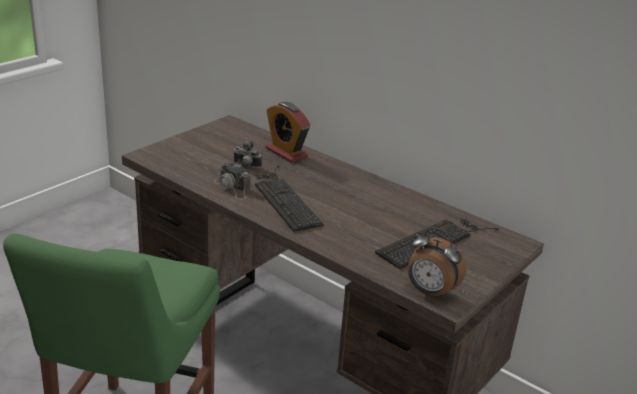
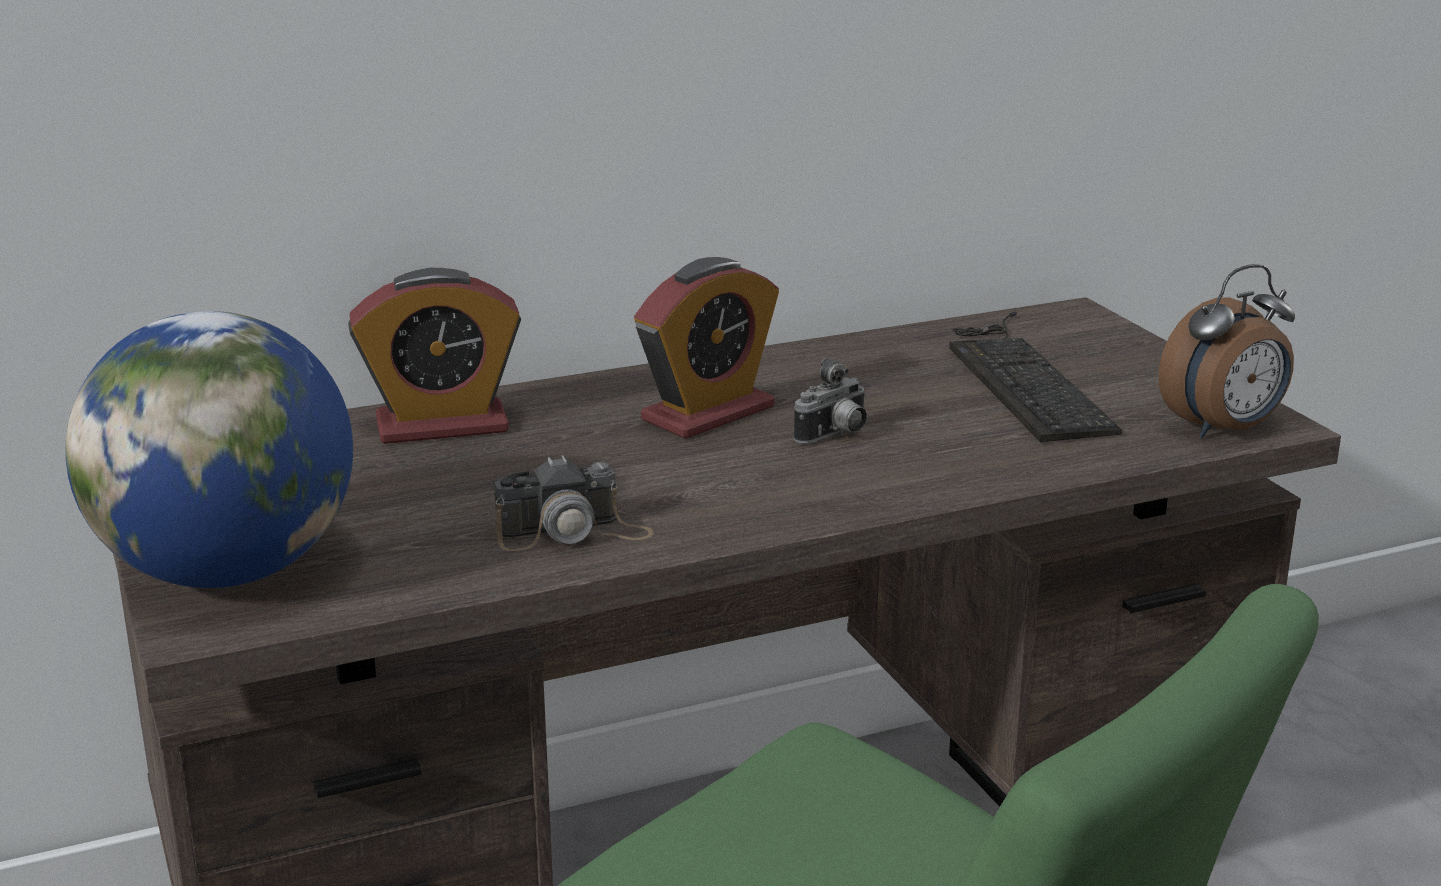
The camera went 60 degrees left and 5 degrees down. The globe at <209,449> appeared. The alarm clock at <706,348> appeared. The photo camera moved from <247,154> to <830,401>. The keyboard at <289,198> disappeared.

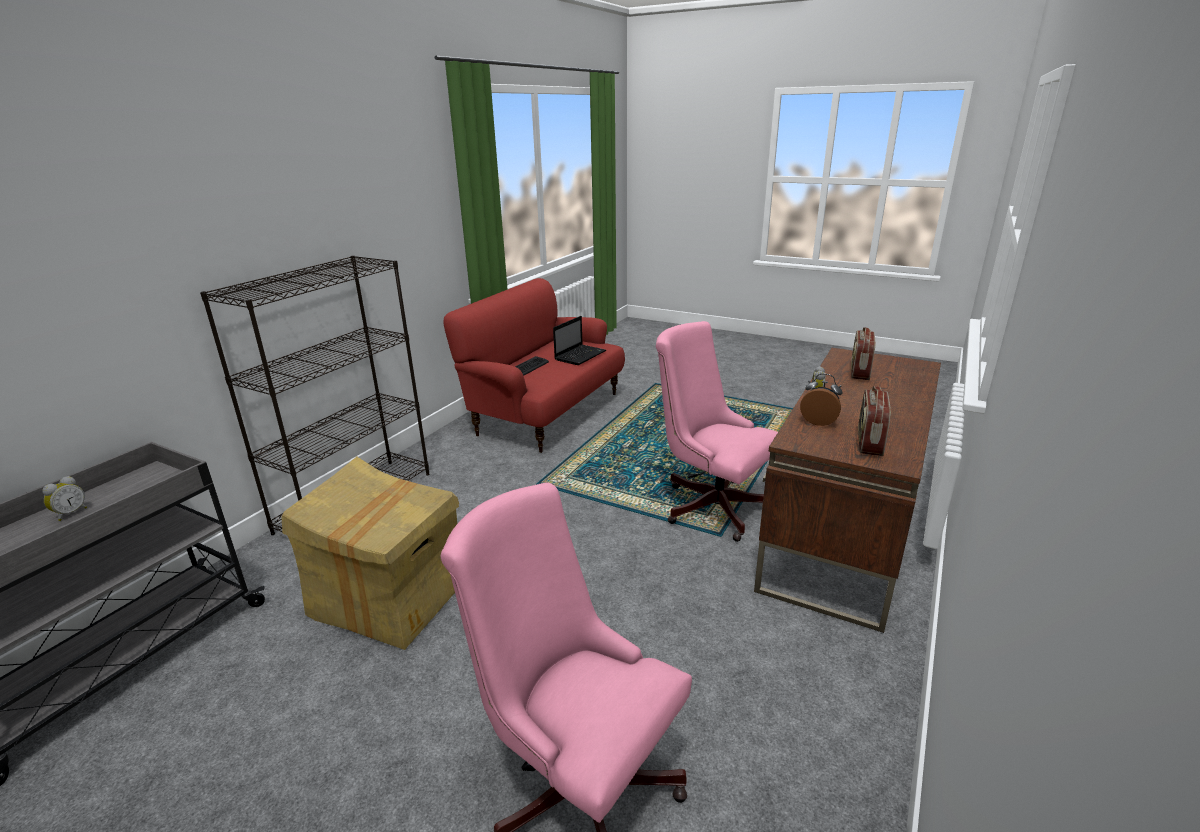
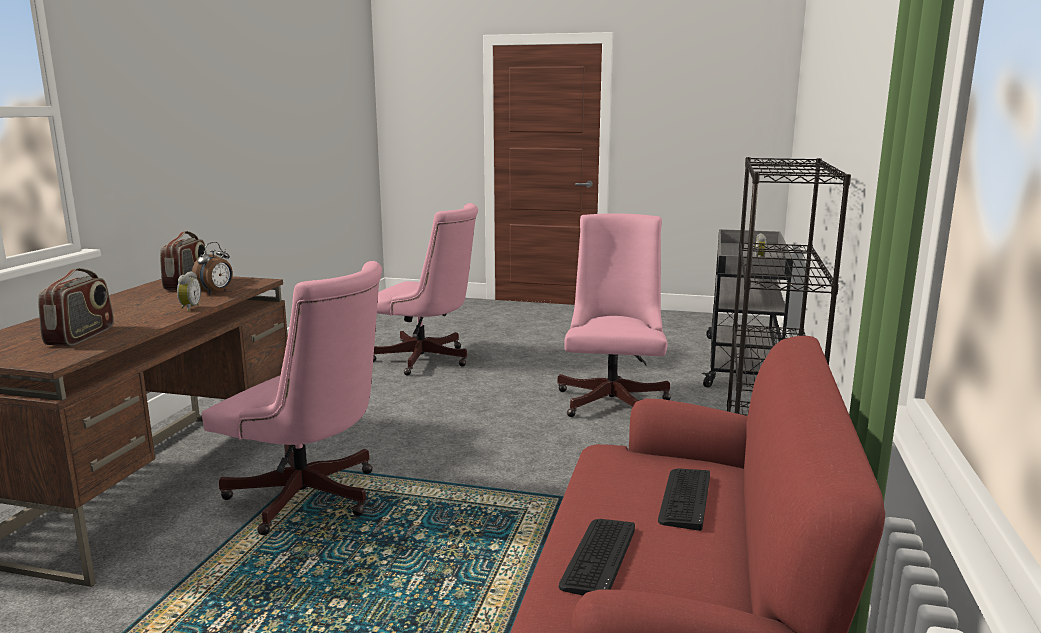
The camera went 165 degrees right and 10 degrees down. The alarm clock at <821,399> turned 75 degrees counterclockwise. The cardboard box at <370,553> was replaced by the office chair in pink at <614,315>. The laptop at <579,340> was replaced by the keyboard at <597,557>.

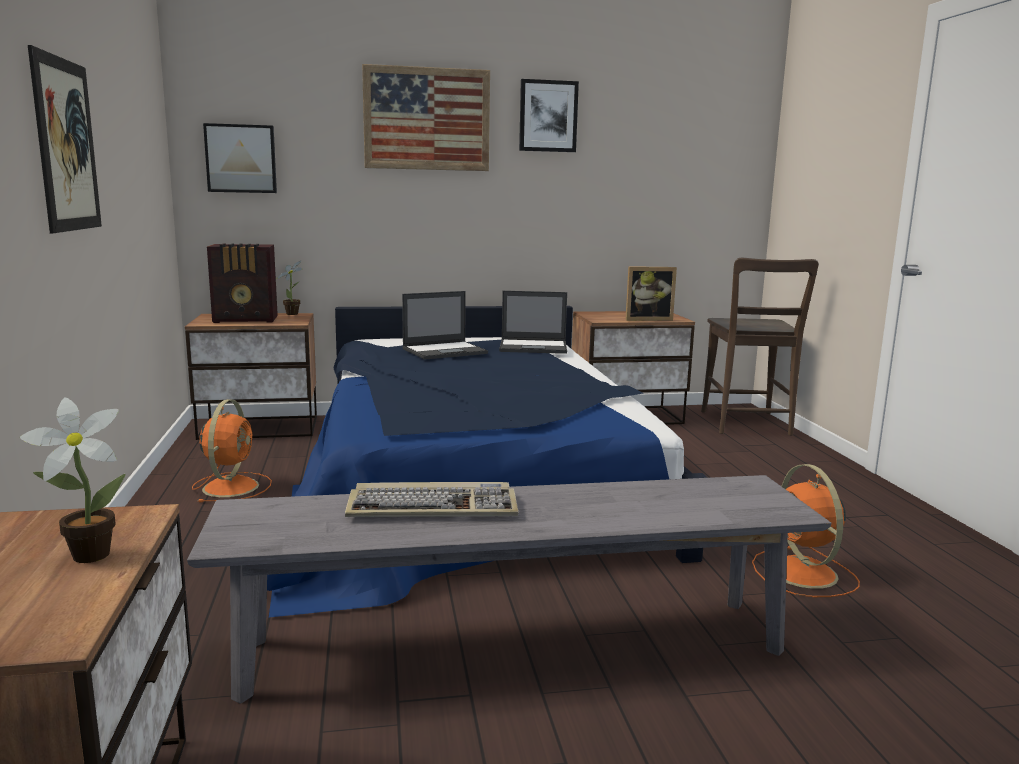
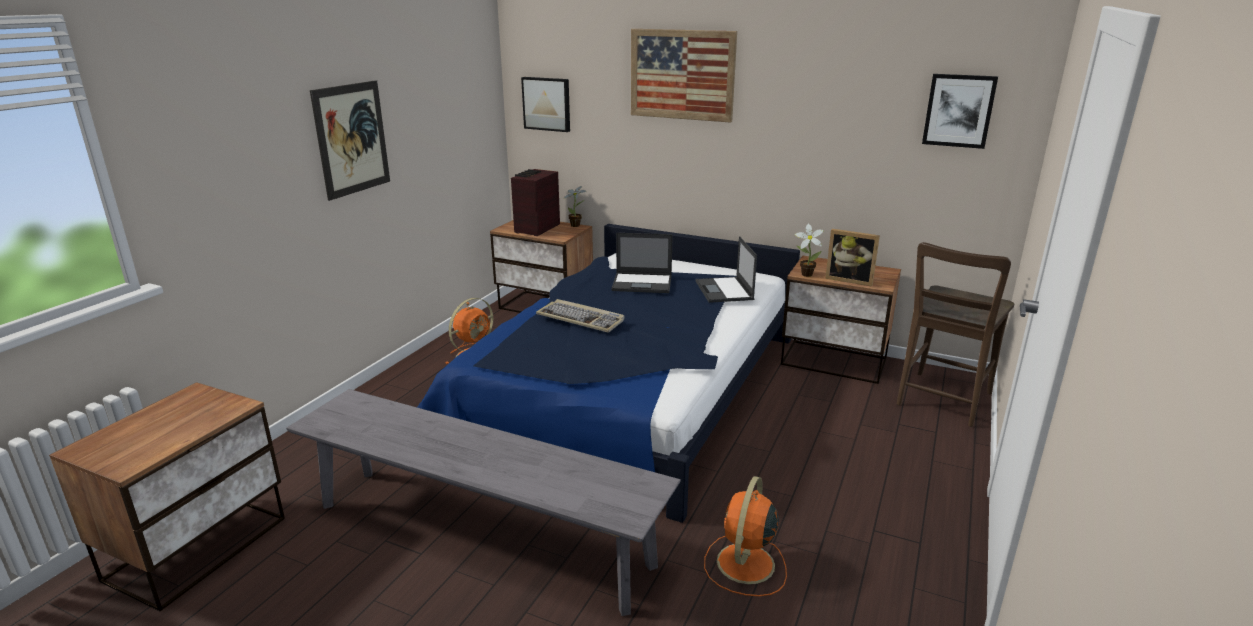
The camera went 35 degrees right and 10 degrees up. The radio at <242,283> turned 90 degrees clockwise. The keyboard moved from <432,499> to <580,316>. The laptop at <533,322> turned 45 degrees clockwise. The potted plant moved from <72,480> to <809,250>. The picture moved from <549,115> to <960,111>.

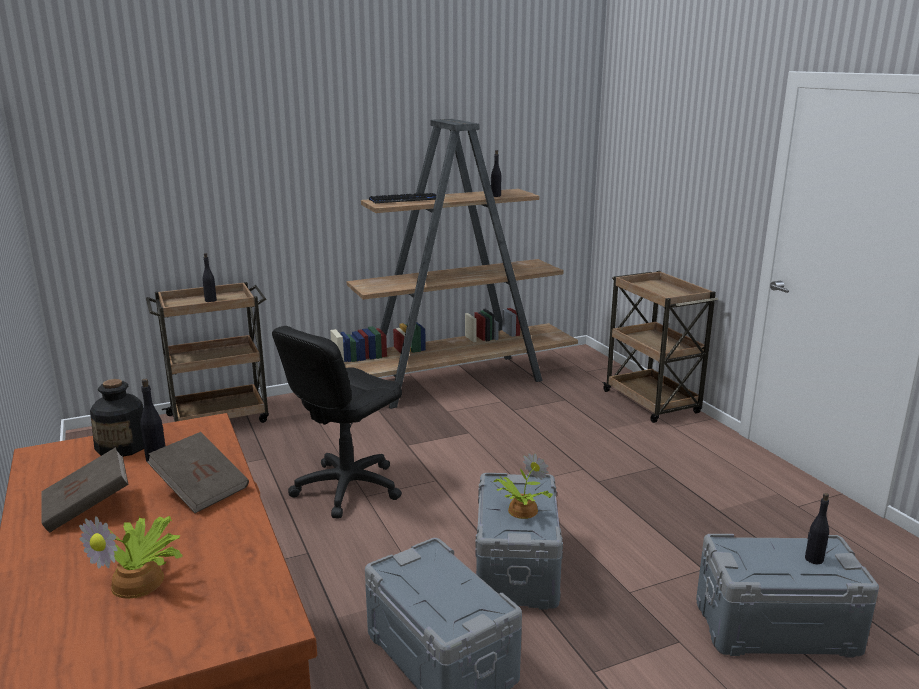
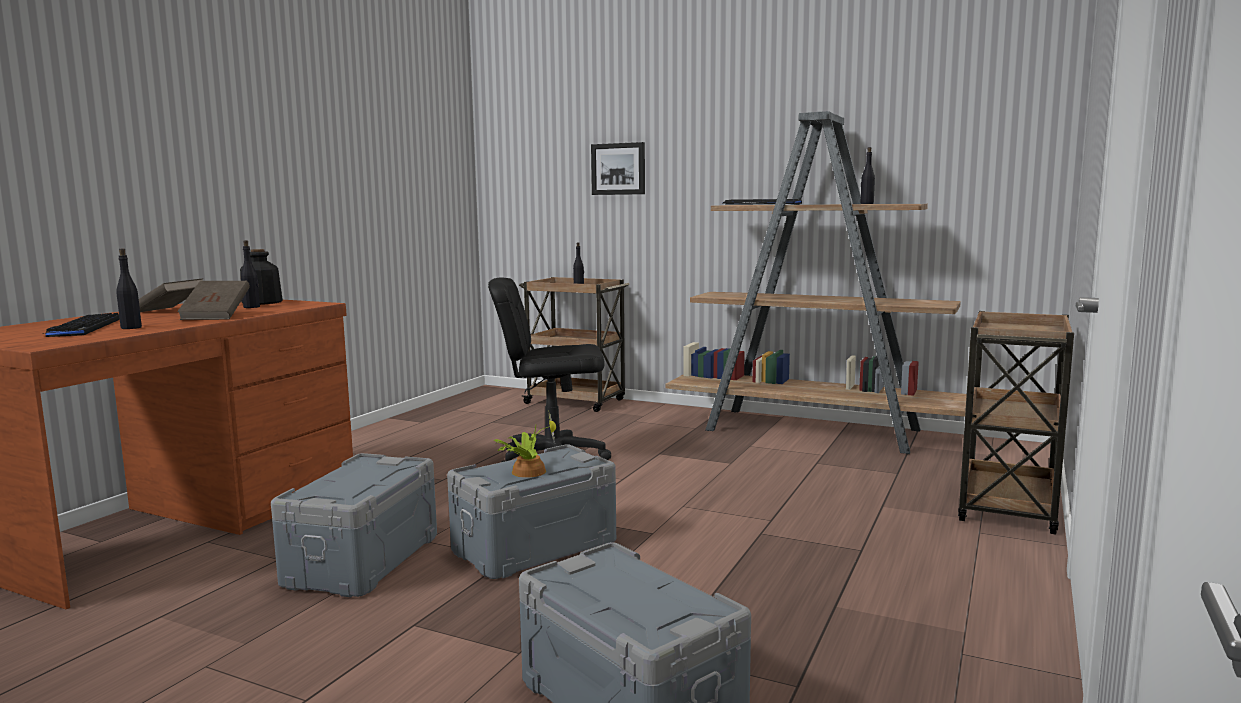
The camera went 50 degrees right and 10 degrees down. The potted plant at <131,556> was replaced by the keyboard at <81,325>. The bottle in black moved from <817,528> to <129,289>. The picture at <618,168> appeared.

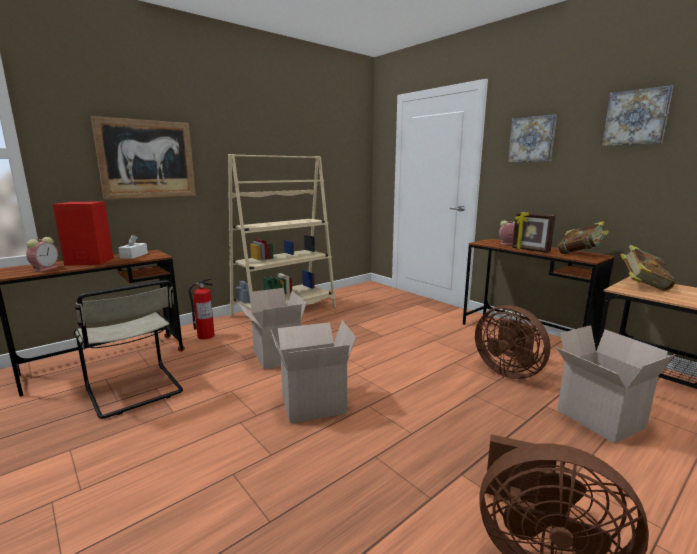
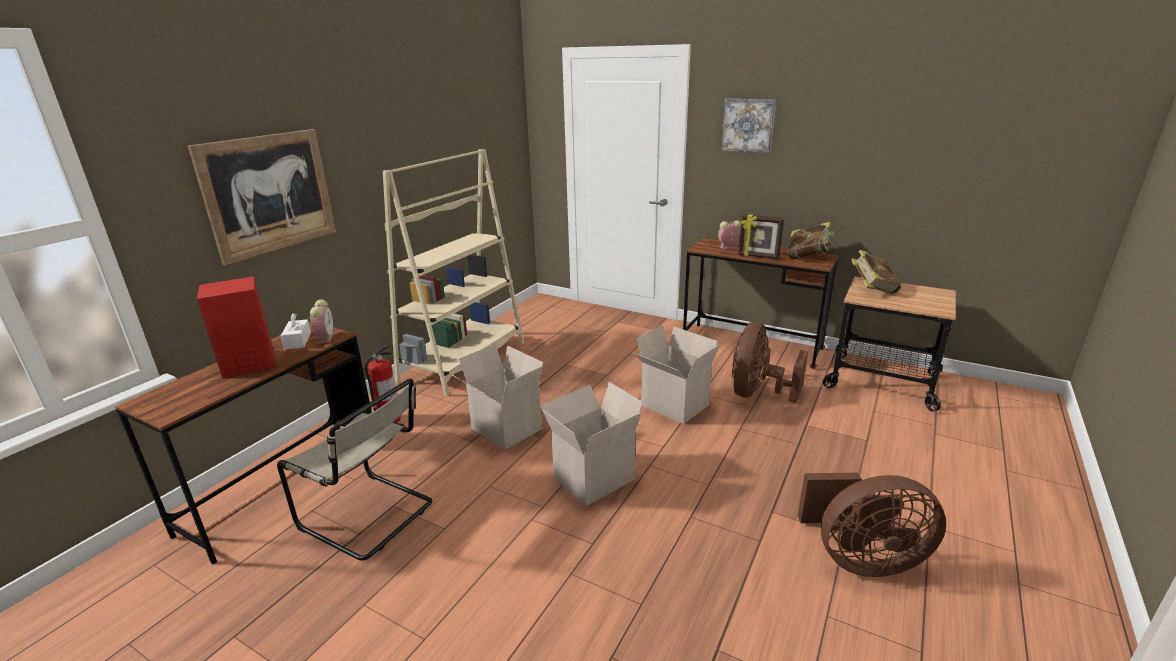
The camera went 20 degrees left and 10 degrees up. The alarm clock moved from <42,254> to <321,322>. The cardboard box moved from <615,384> to <677,374>. The fan in brown at <512,342> turned 90 degrees clockwise. The picture at <637,115> disappeared.

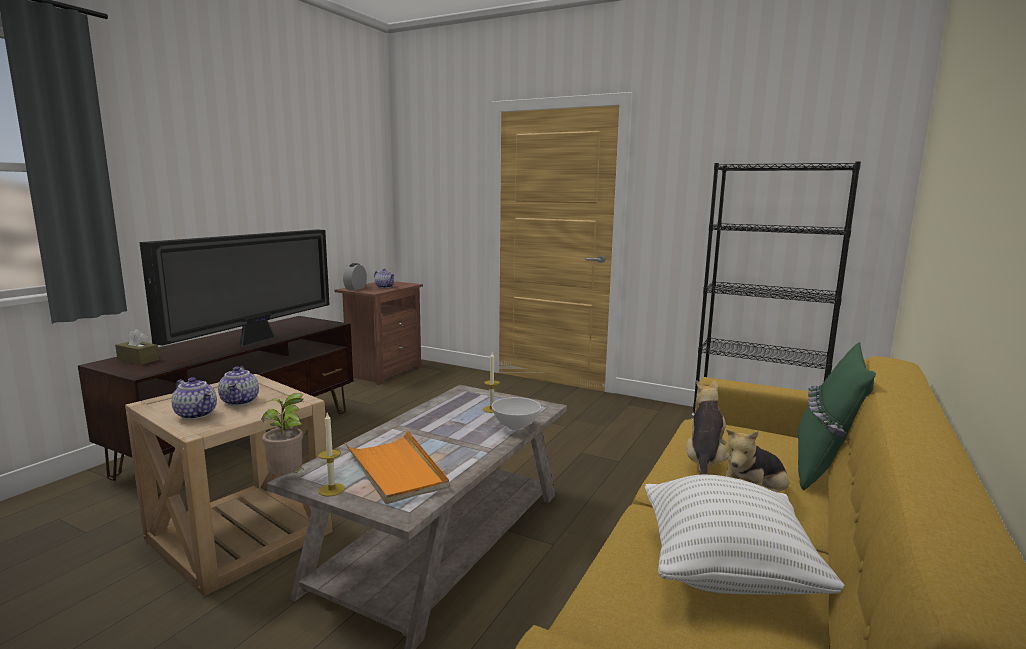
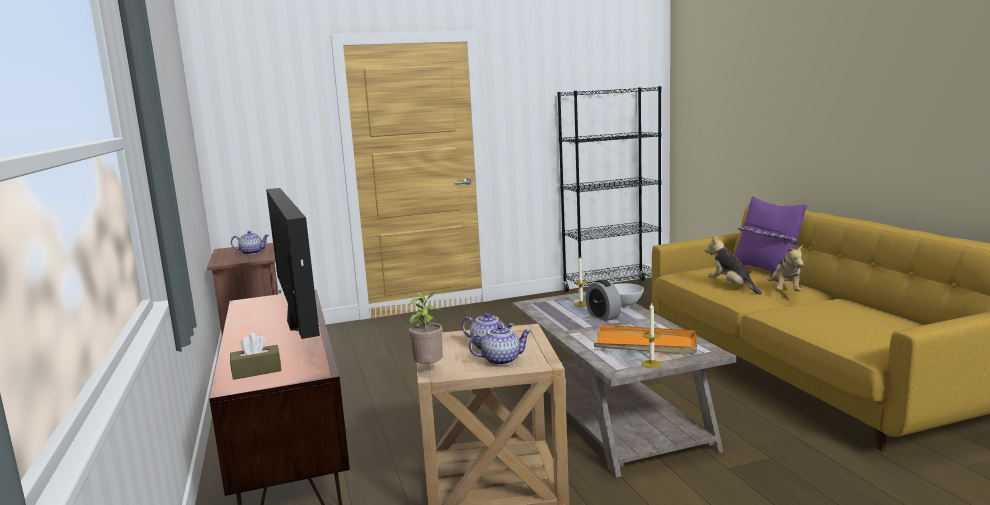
The camera went 45 degrees left and 0 degrees up. The potted plant moved from <283,434> to <425,328>. The alarm clock moved from <355,276> to <603,300>. The pillow in green at <837,416> became the pillow in purple at <770,235>. The pillow in white at <744,535> disappeared.

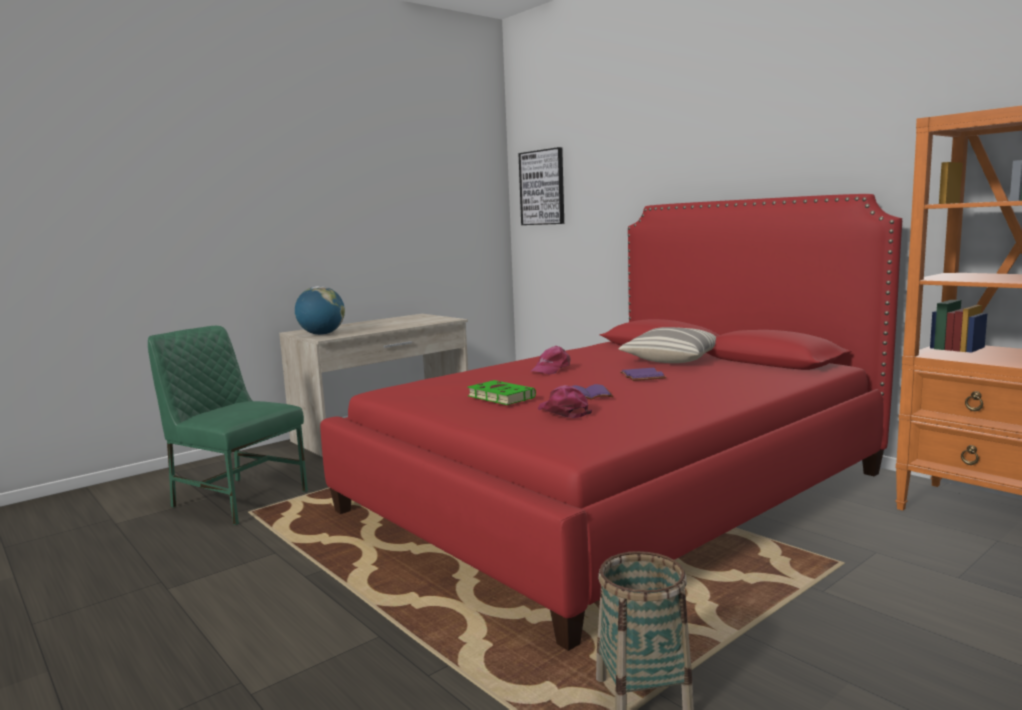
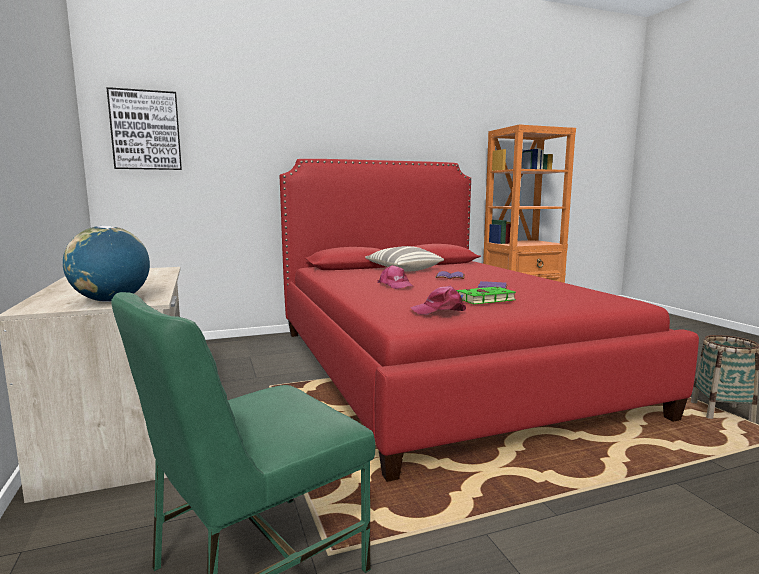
The camera went 70 degrees left and 0 degrees up. The cap in pink moved from <565,401> to <438,300>.

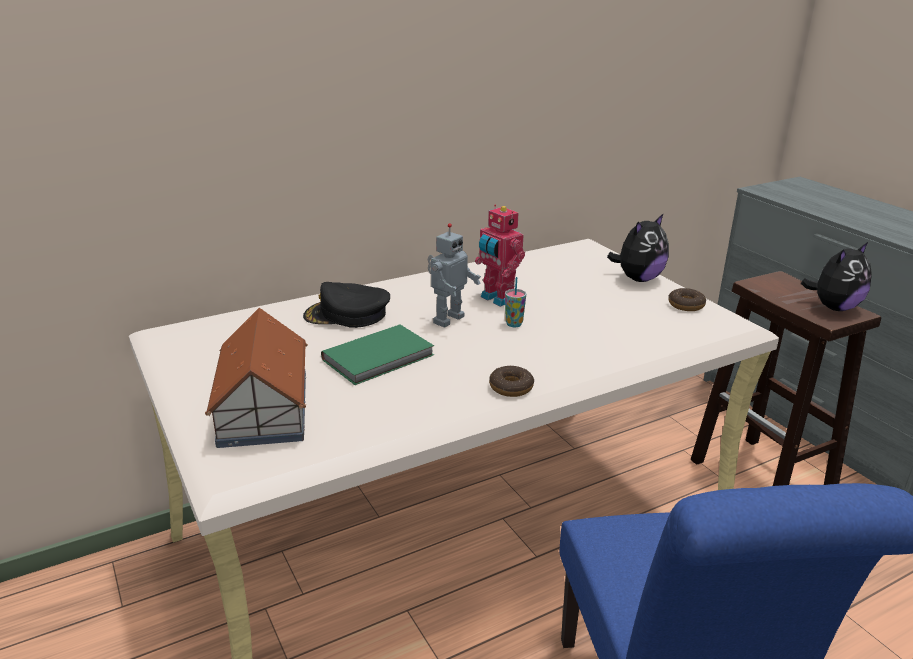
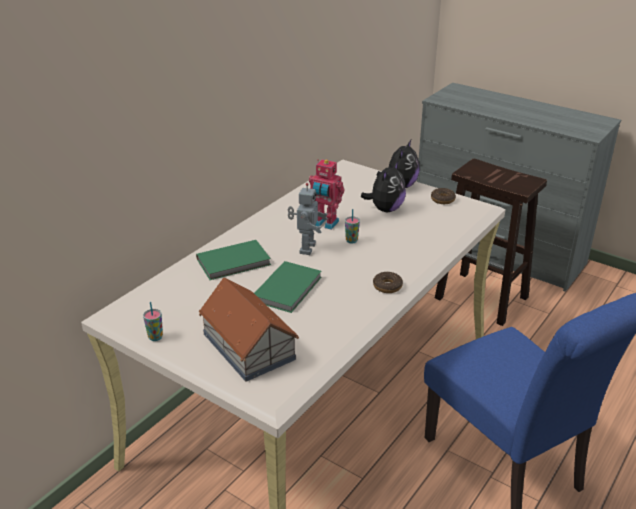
The camera went 25 degrees left and 5 degrees up. The cup at <153,321> appeared. The cap in black at <346,305> was replaced by the book in green at <233,260>. The plush toy moved from <836,276> to <383,186>.

